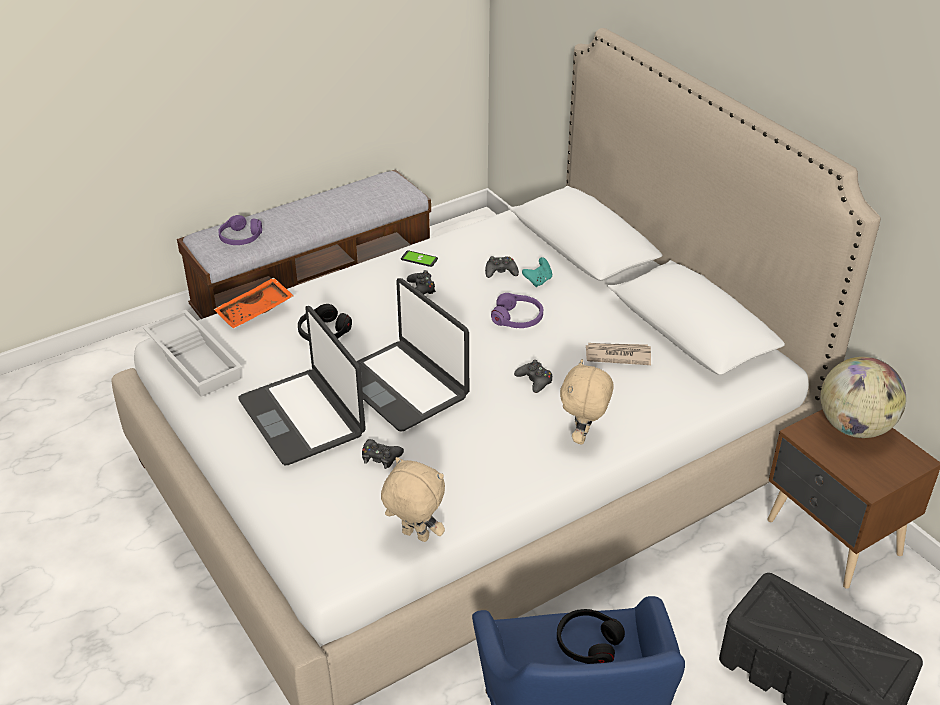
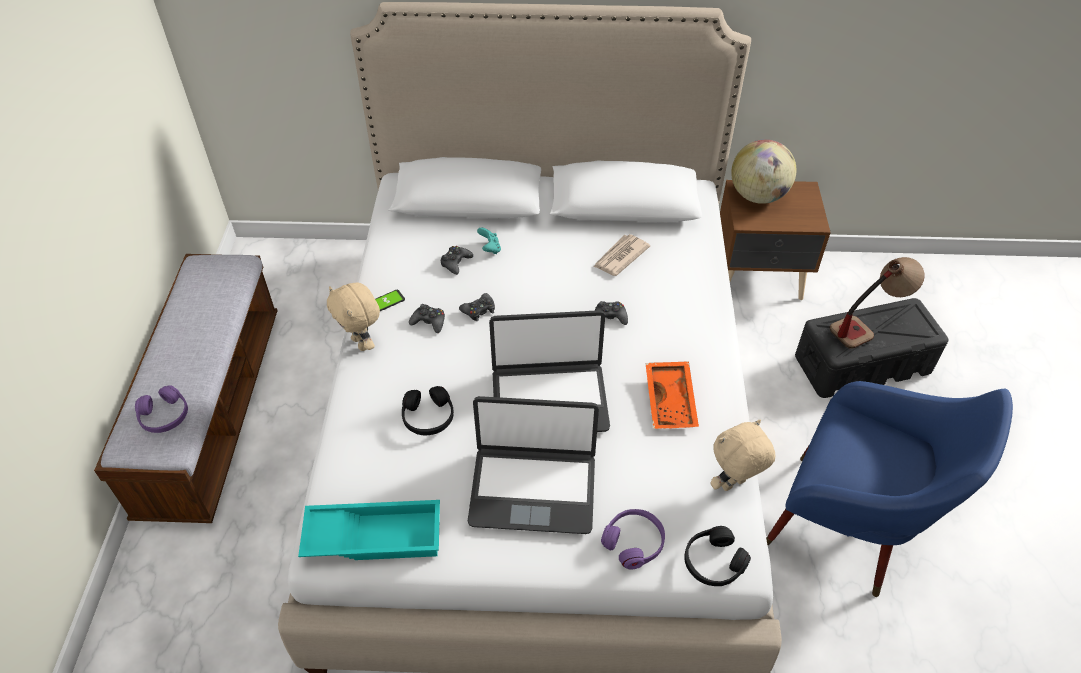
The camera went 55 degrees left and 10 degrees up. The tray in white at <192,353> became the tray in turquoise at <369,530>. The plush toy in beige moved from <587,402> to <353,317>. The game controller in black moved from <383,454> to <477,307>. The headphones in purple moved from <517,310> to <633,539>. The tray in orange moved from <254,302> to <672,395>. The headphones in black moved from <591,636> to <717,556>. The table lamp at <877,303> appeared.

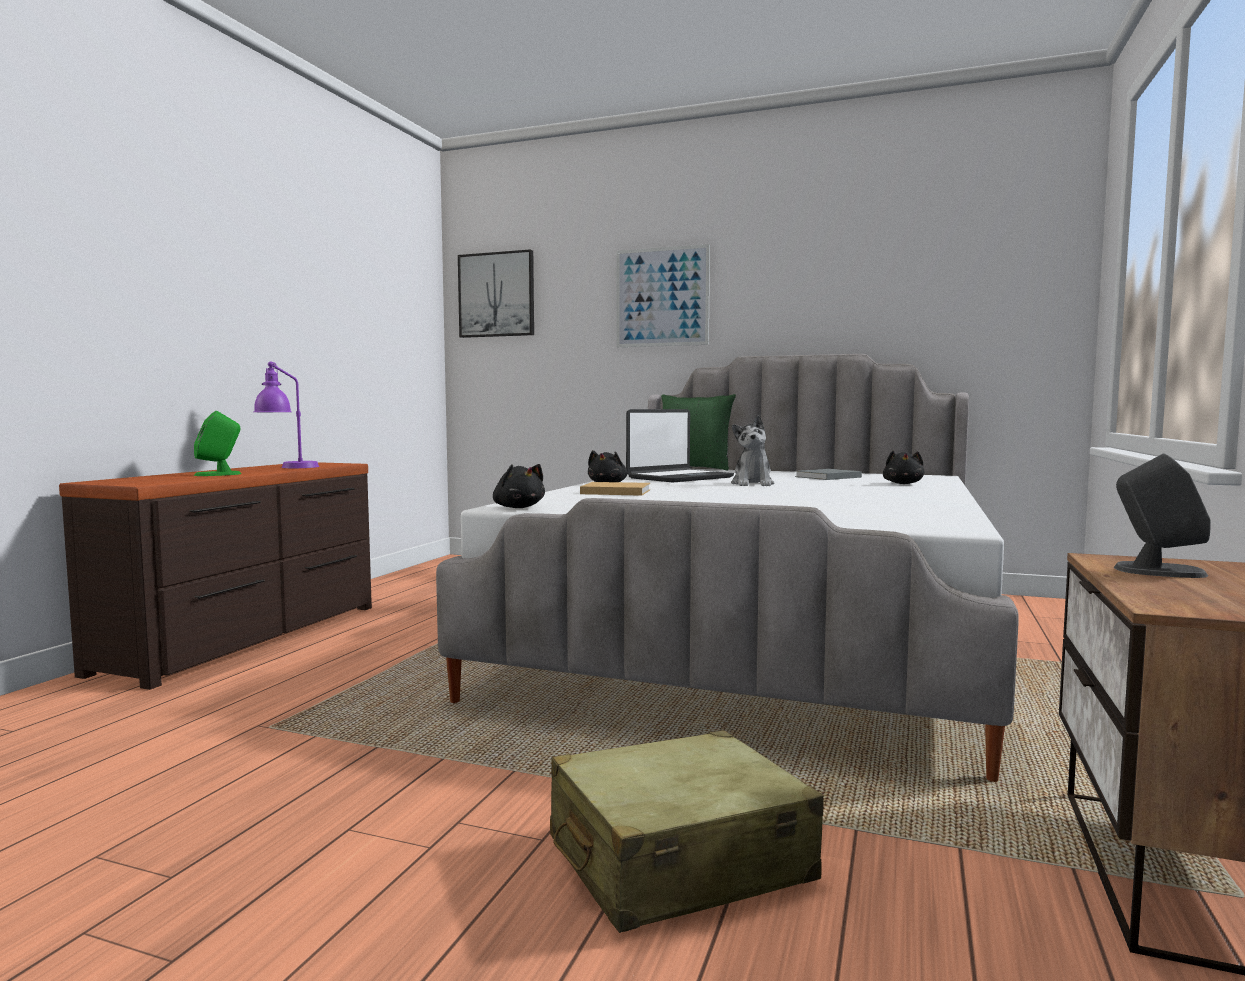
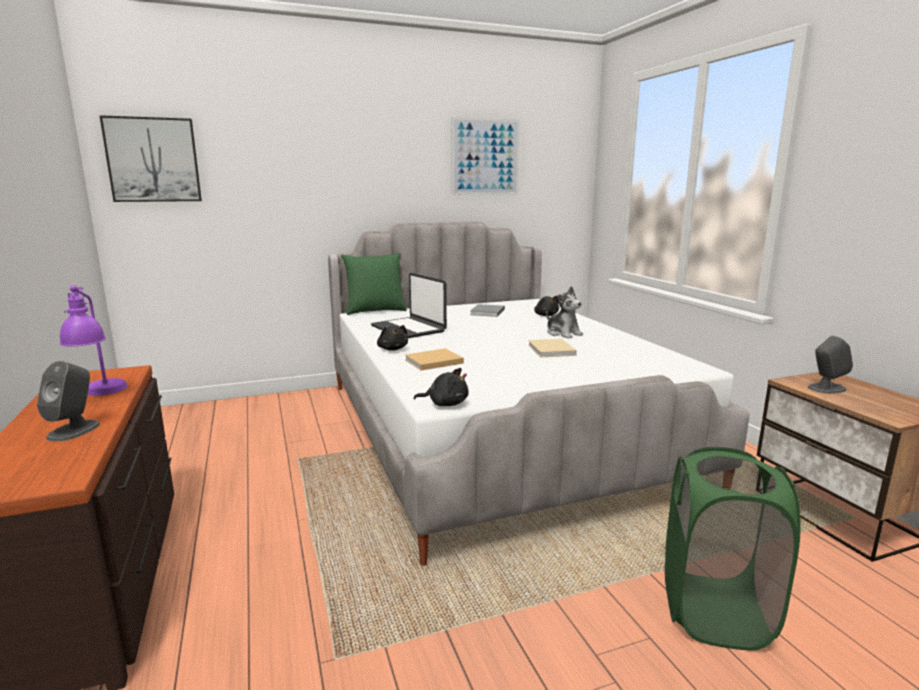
The camera went 40 degrees left and 10 degrees up. The speaker in green at <217,443> became the speaker in grey at <68,401>. The laptop at <680,445> turned 135 degrees clockwise. The picture moved from <663,295> to <485,156>. The book in beige at <552,348> appeared. The plush toy moved from <753,450> to <564,312>. The suitcase in beige at <687,831> was replaced by the laundry basket in green at <732,549>.

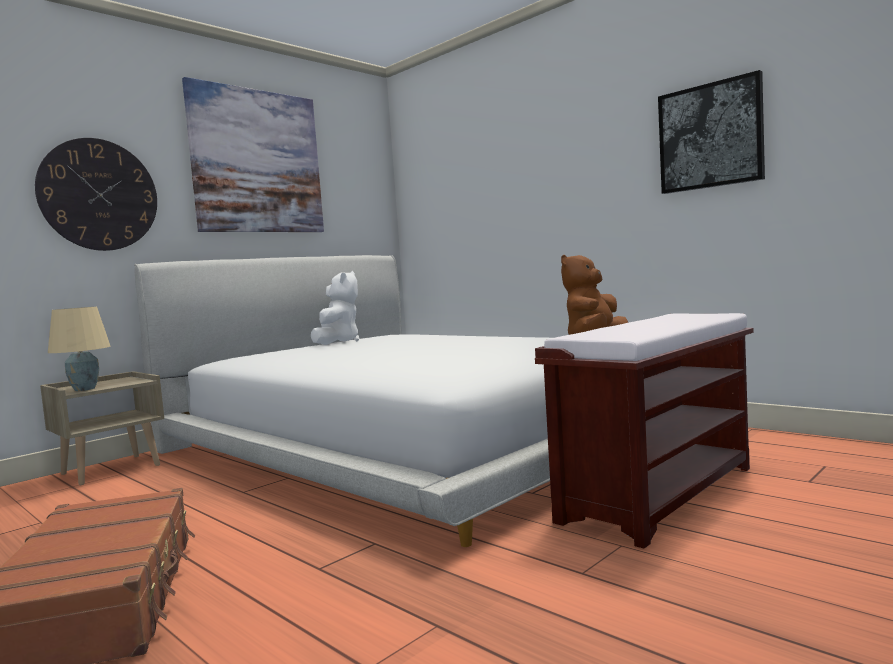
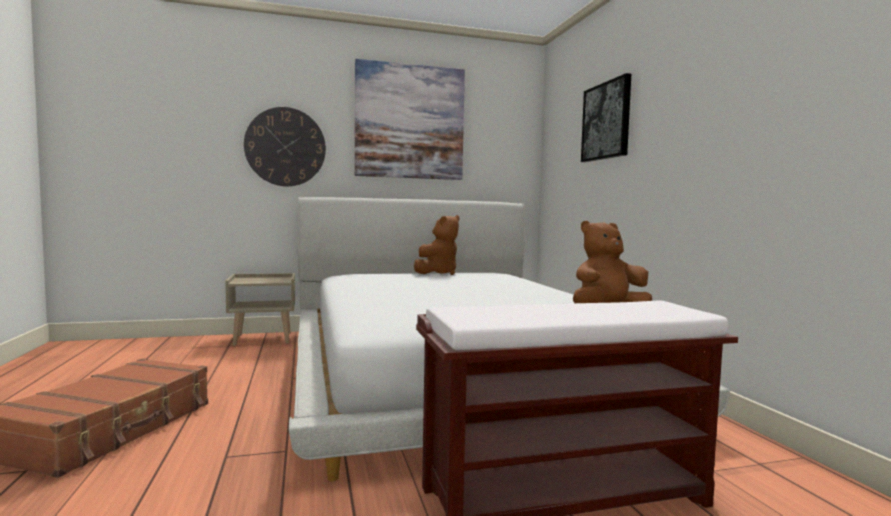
The camera went 30 degrees right and 0 degrees up. The plush toy in white at <335,308> became the plush toy in brown at <436,245>. The picture moved from <711,132> to <606,117>. The table lamp in beige at <79,349> disappeared.

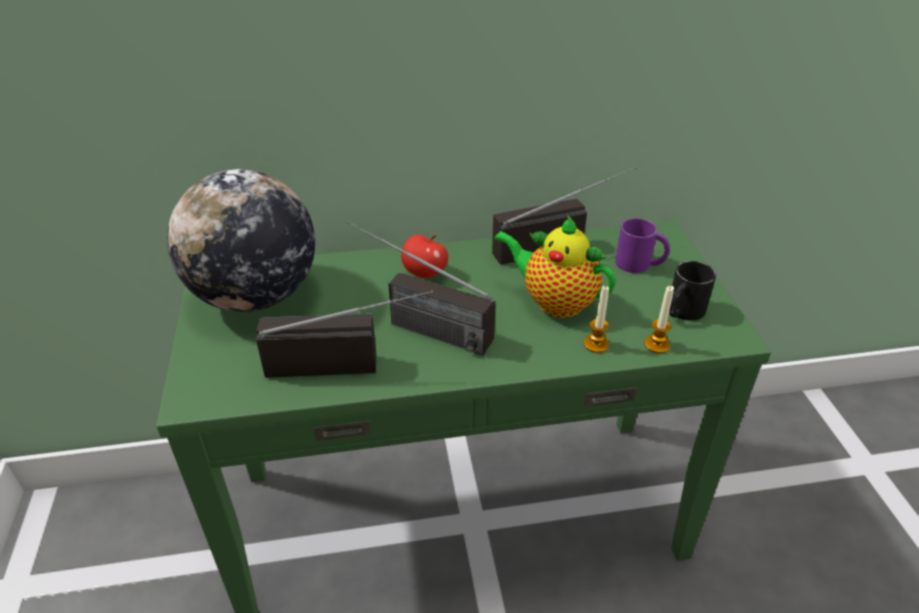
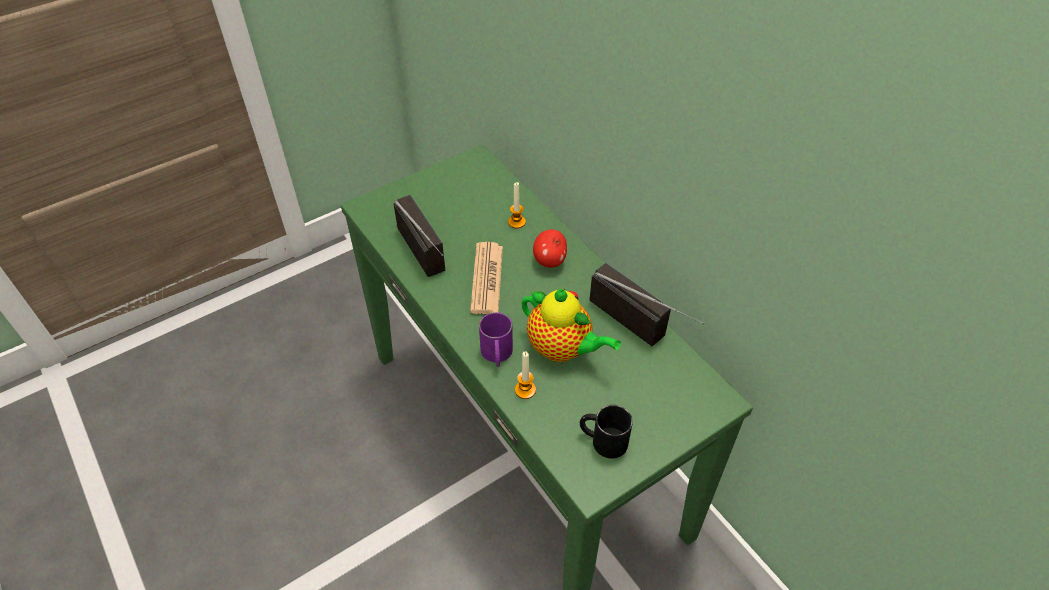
The camera went 65 degrees right and 10 degrees up. The radio at <422,288> was replaced by the newspaper at <486,278>. The mug in purple moved from <642,245> to <496,339>. The candle moved from <659,319> to <517,205>. The teapot at <554,266> turned 120 degrees clockwise. The globe at <241,240> disappeared.

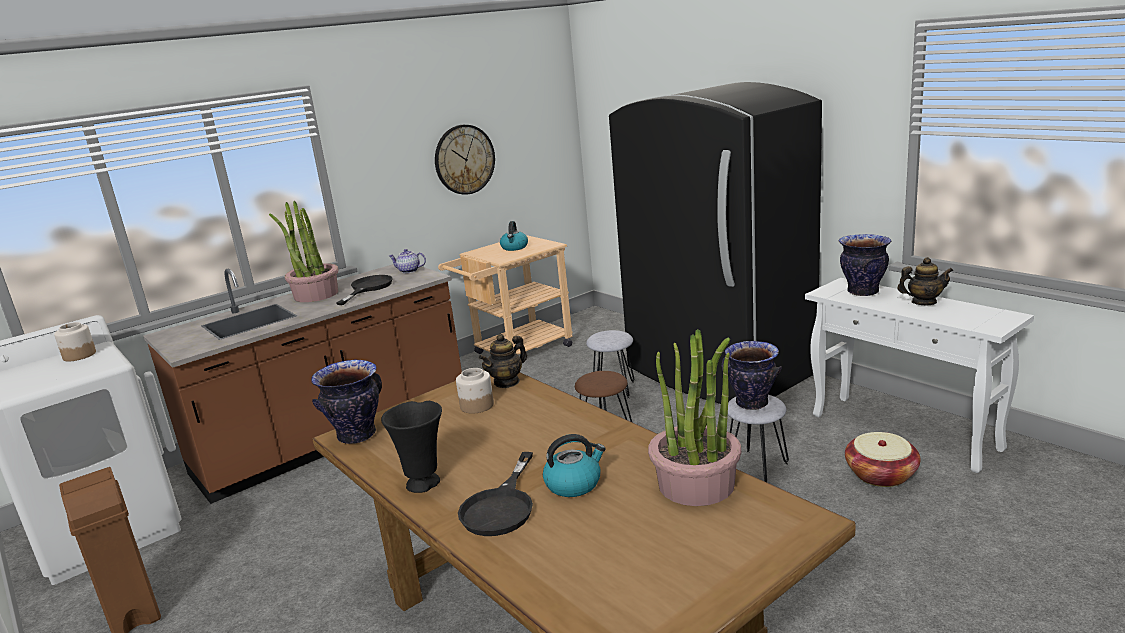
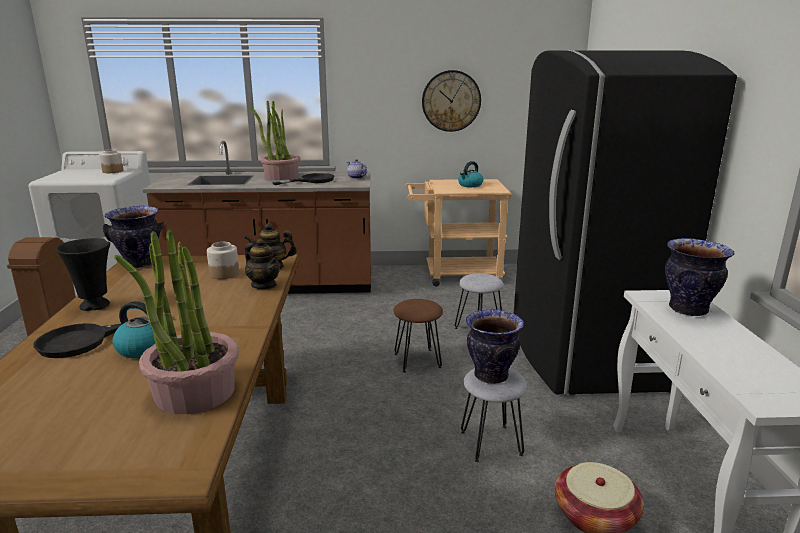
The camera went 35 degrees right and 0 degrees up. The teapot moved from <925,281> to <262,263>.

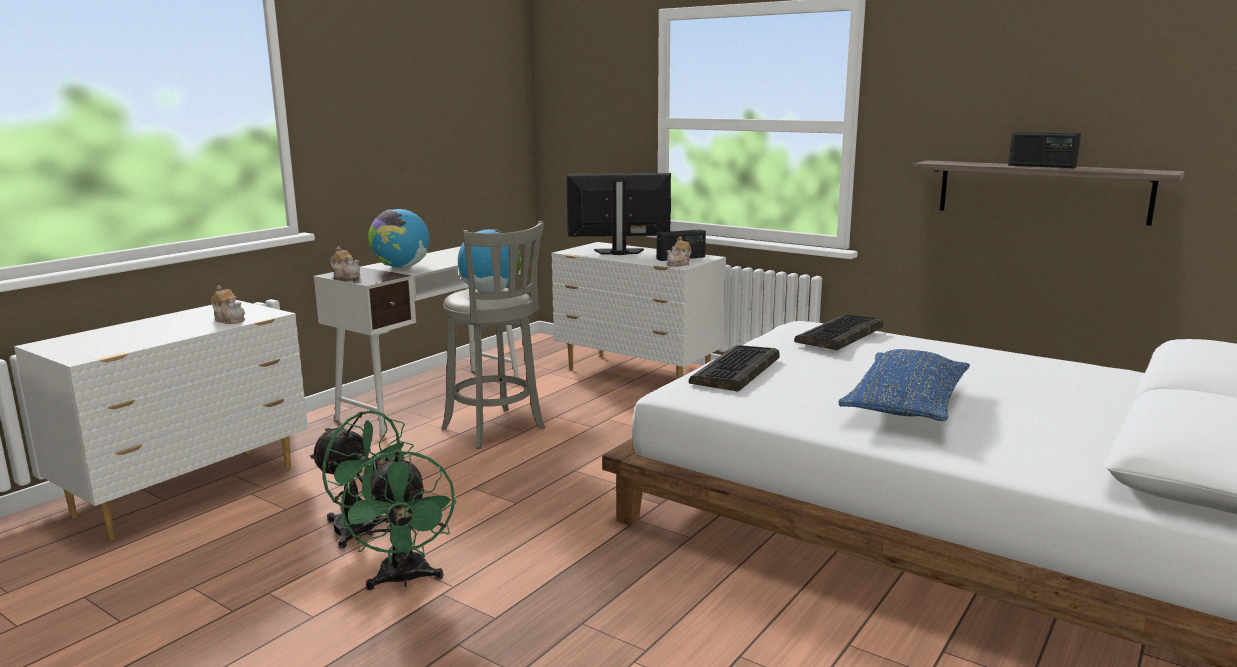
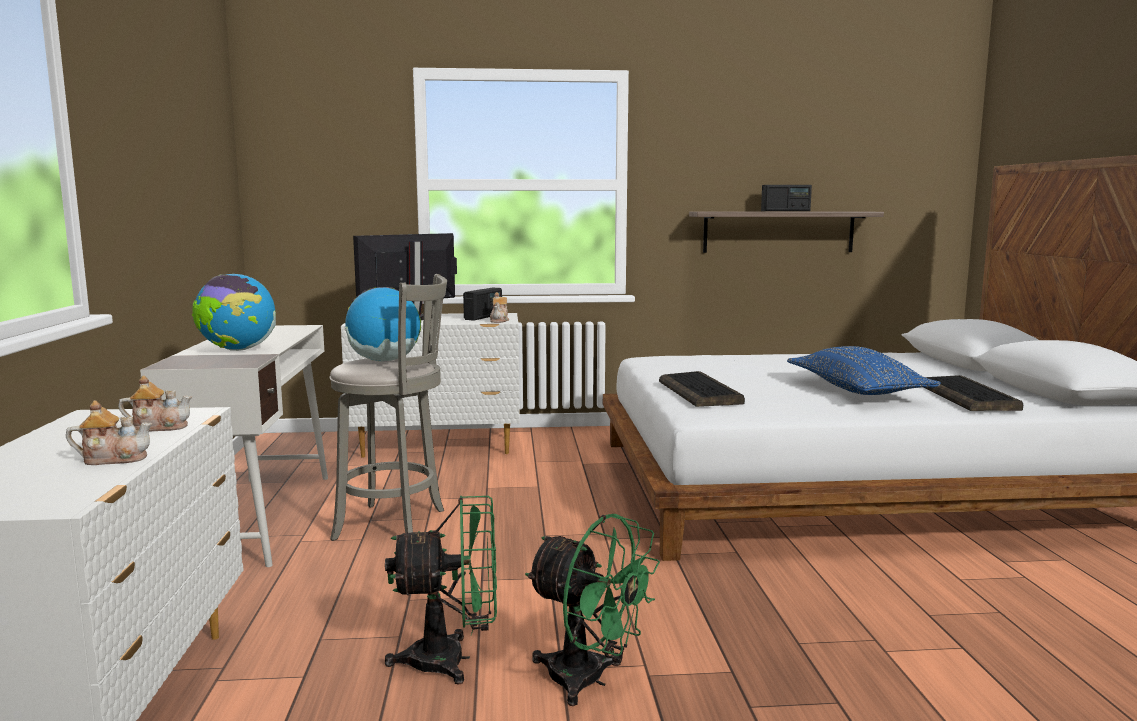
The camera went 40 degrees left and 5 degrees down. The teapot moved from <345,262> to <109,432>. The keyboard moved from <838,332> to <973,393>.

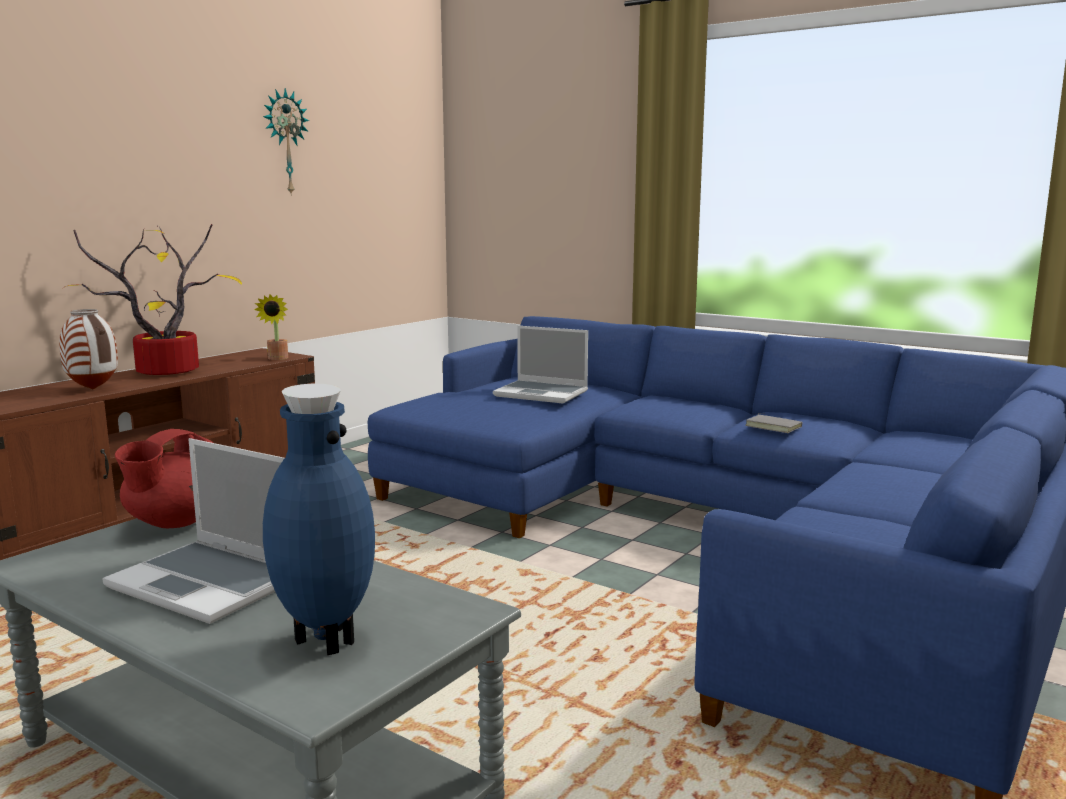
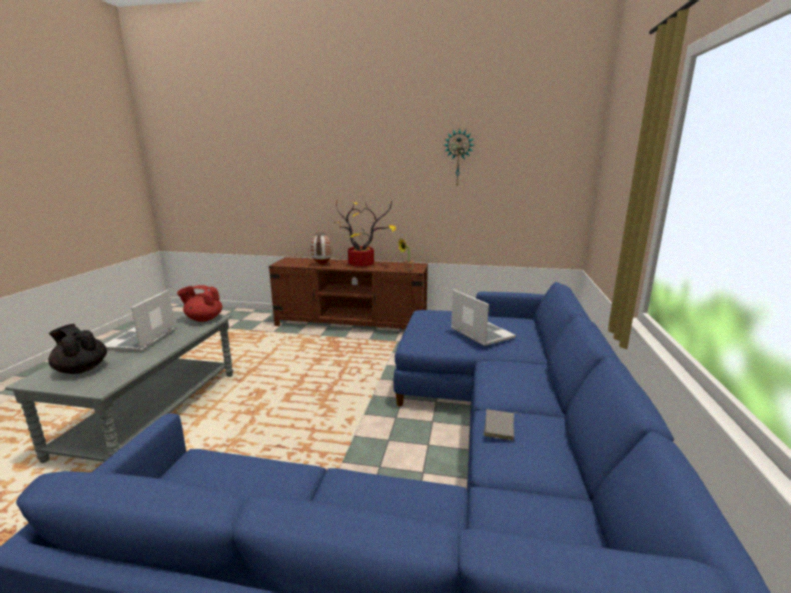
The camera went 65 degrees right and 5 degrees up. The vase in blue at <319,519> was replaced by the teapot in black at <77,349>. The laptop at <540,364> turned 150 degrees clockwise.

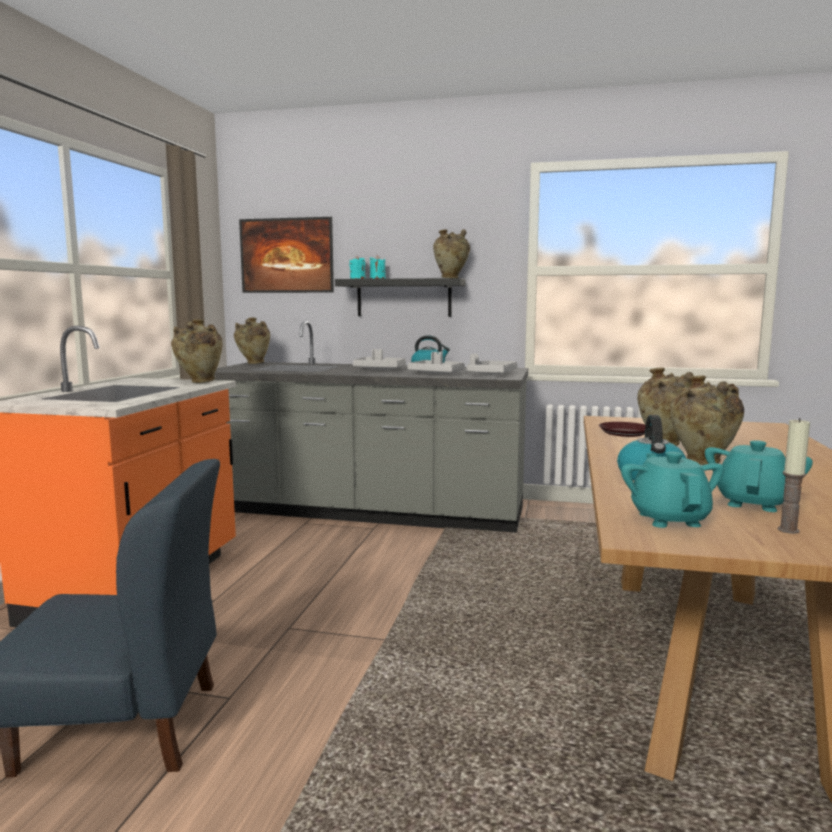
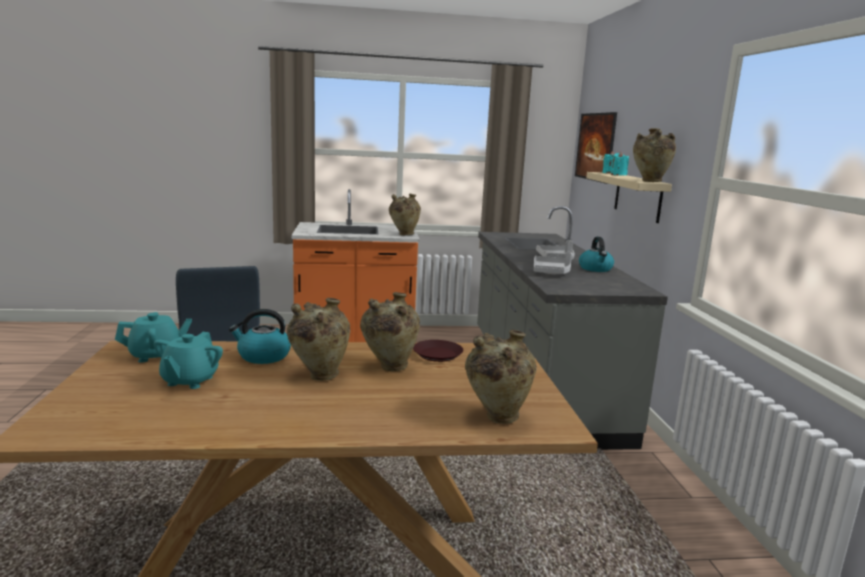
The camera went 70 degrees right and 5 degrees up. The teapot in turquoise at <759,476> turned 90 degrees clockwise. The vase in beige moved from <252,341> to <501,377>. The shelf in black at <400,297> became the shelf in beige at <629,197>. The tray in grey at <491,364> disappeared. The candle at <794,476> disappeared.

